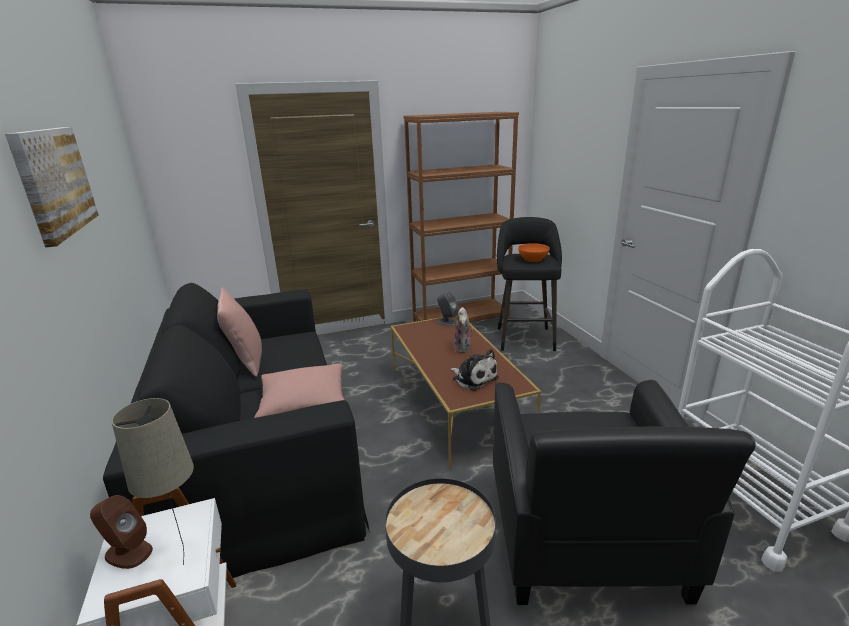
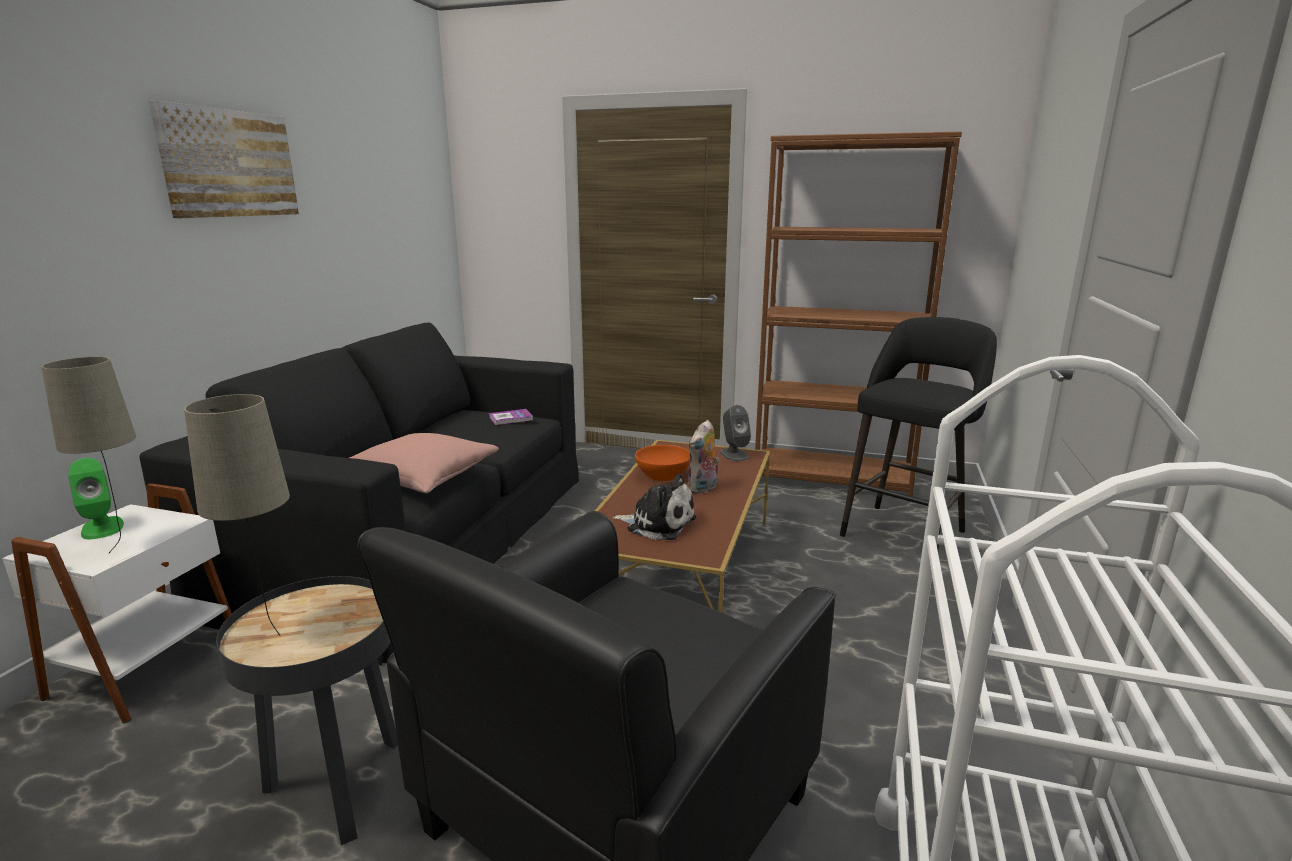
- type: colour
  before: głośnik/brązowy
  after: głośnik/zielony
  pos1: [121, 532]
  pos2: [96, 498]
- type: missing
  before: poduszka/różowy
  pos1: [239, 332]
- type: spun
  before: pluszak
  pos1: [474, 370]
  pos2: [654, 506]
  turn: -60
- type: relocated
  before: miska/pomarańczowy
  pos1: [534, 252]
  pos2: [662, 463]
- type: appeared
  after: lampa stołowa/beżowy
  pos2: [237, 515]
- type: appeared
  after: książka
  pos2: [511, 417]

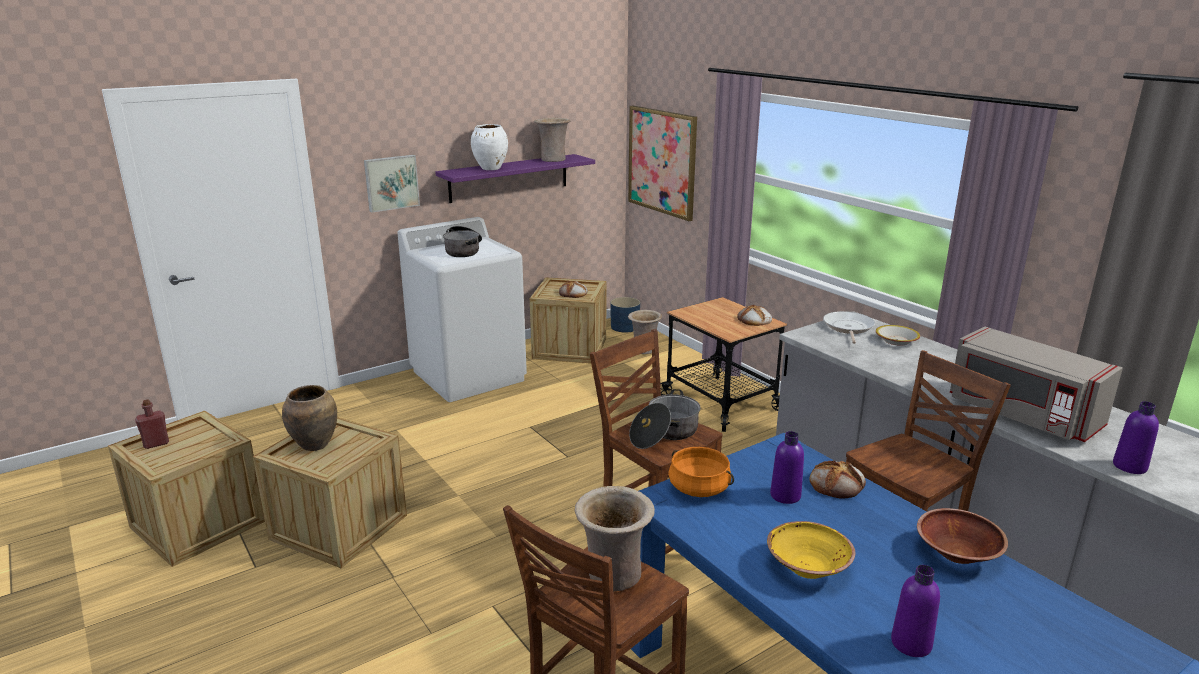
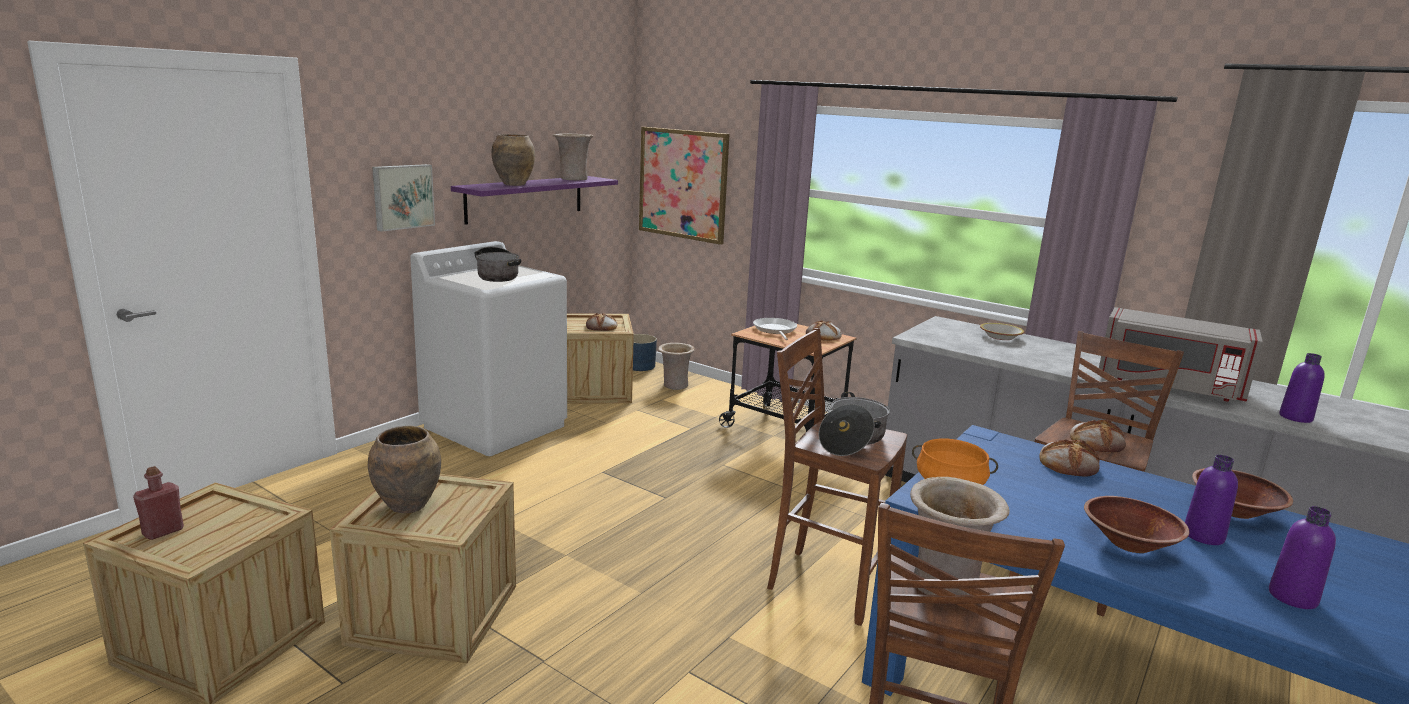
- type: colour
  before: wazon/biały
  after: wazon/brązowy
  pos1: [489, 147]
  pos2: [513, 160]
- type: colour
  before: miska/żółty
  after: miska/brązowy
  pos1: [811, 550]
  pos2: [1136, 524]
- type: relocated
  before: butelka/fioletowy
  pos1: [787, 467]
  pos2: [1211, 500]
- type: relocated
  before: patelnia
  pos1: [849, 327]
  pos2: [775, 329]
- type: appeared
  after: chleb
  pos2: [1098, 436]

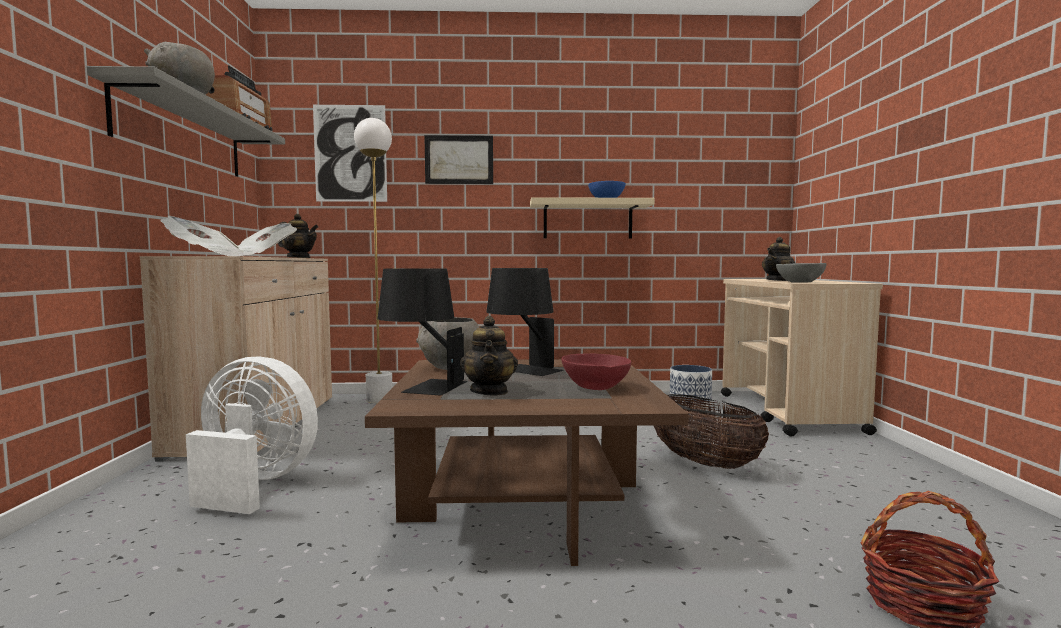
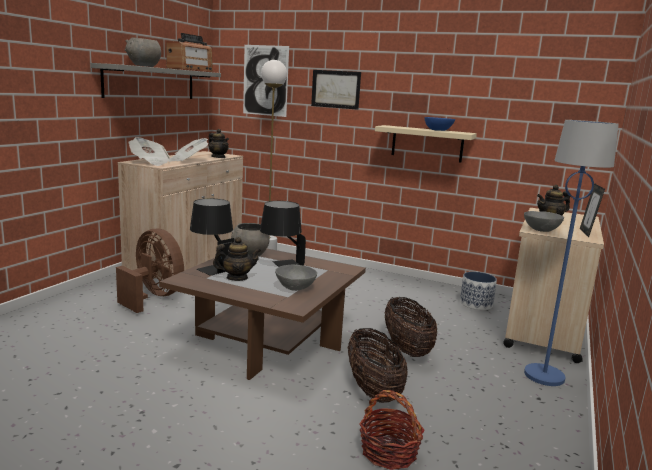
- type: colour
  before: wentylator/biały
  after: wentylator/brązowy
  pos1: [252, 435]
  pos2: [150, 271]
- type: spun
  before: imbryk
  pos1: [489, 355]
  pos2: [237, 259]
  turn: -120
- type: colour
  before: miska/czerwony
  after: miska/szary
  pos1: [596, 371]
  pos2: [296, 278]
- type: appeared
  after: koszyk
  pos2: [378, 365]
- type: appeared
  after: lampa stojąca/niebieski
  pos2: [571, 253]
- type: appeared
  after: ramka na zdjęcie
  pos2: [592, 210]

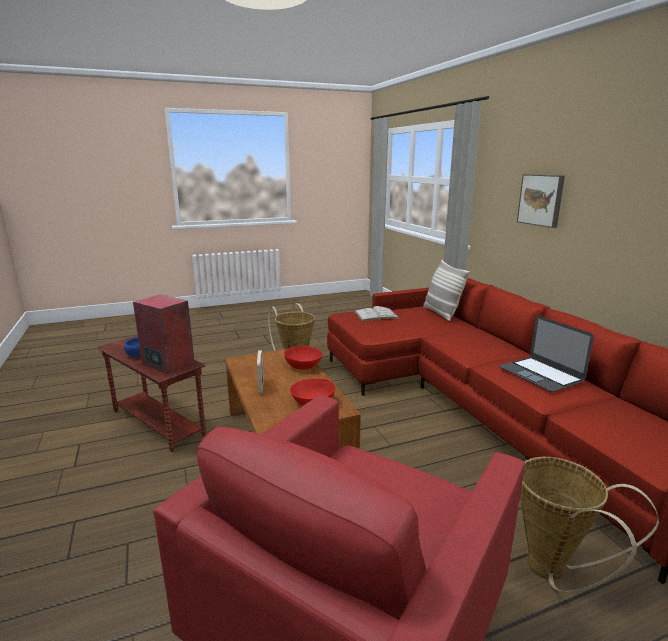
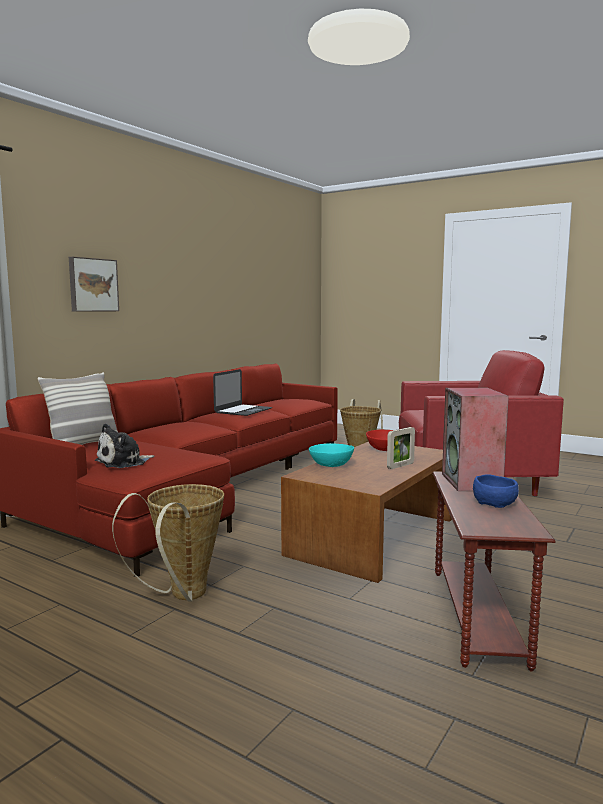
- type: colour
  before: miska/czerwony
  after: miska/turkusowy
  pos1: [303, 358]
  pos2: [331, 455]
- type: exchanged
  before: książka/biały
  after: pluszak
  pos1: [377, 313]
  pos2: [125, 445]

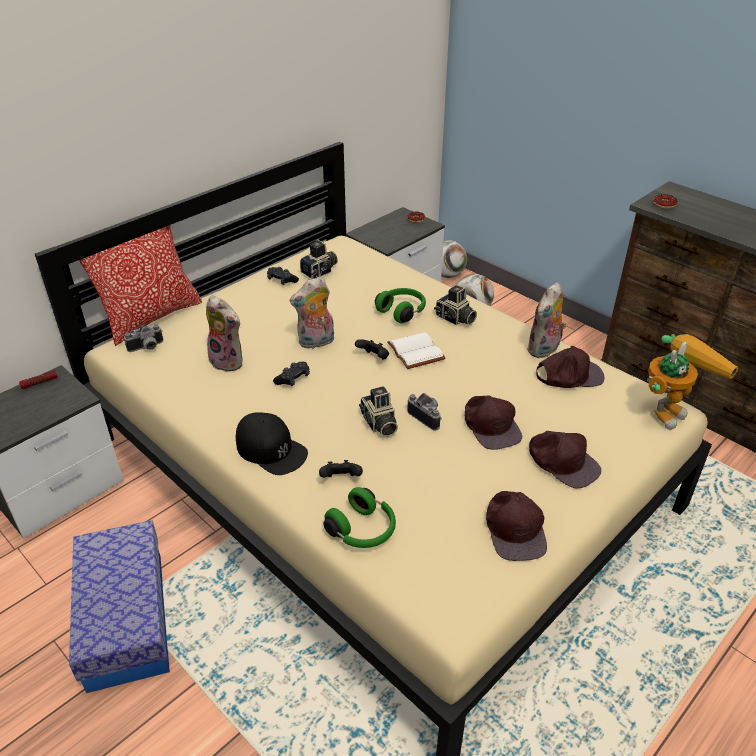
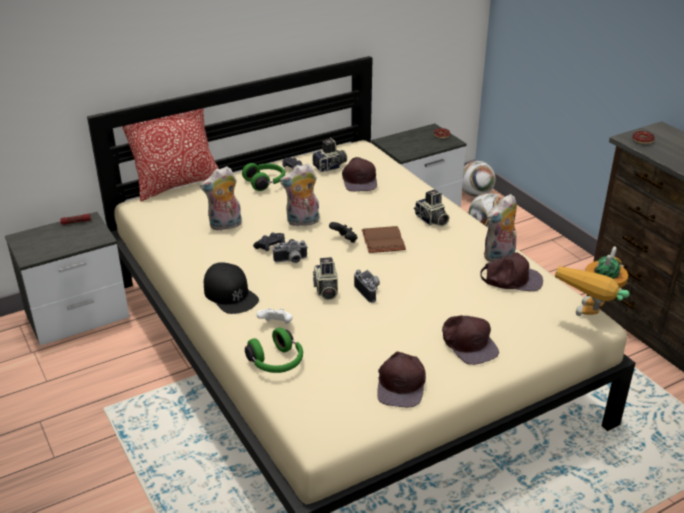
- type: missing
  before: pojemnik do przechowywania
  pos1: [119, 606]
- type: relocated
  before: aparat fotograficzny
  pos1: [143, 338]
  pos2: [290, 251]
- type: spun
  before: pluszak
  pos1: [224, 333]
  pos2: [221, 198]
  turn: 105
- type: colour
  before: pad do gier/czarny
  after: pad do gier/biały
  pos1: [341, 469]
  pos2: [275, 316]
- type: relocated
  before: słuchawki/zielony
  pos1: [400, 305]
  pos2: [263, 177]
- type: colour
  before: książka/biały
  after: książka/brązowy
  pos1: [416, 350]
  pos2: [384, 239]
- type: relocated
  before: czapka z daszkiem/brązowy
  pos1: [493, 422]
  pos2: [359, 174]
- type: spun
  before: robot zabawkowy
  pos1: [692, 382]
  pos2: [592, 281]
  turn: 150

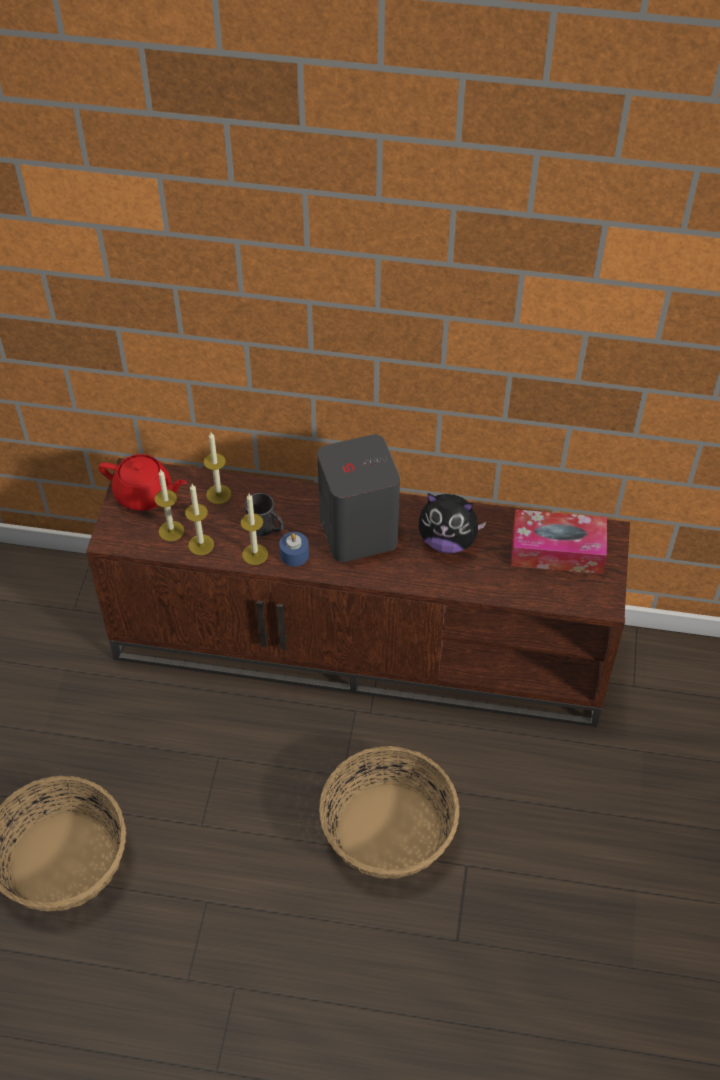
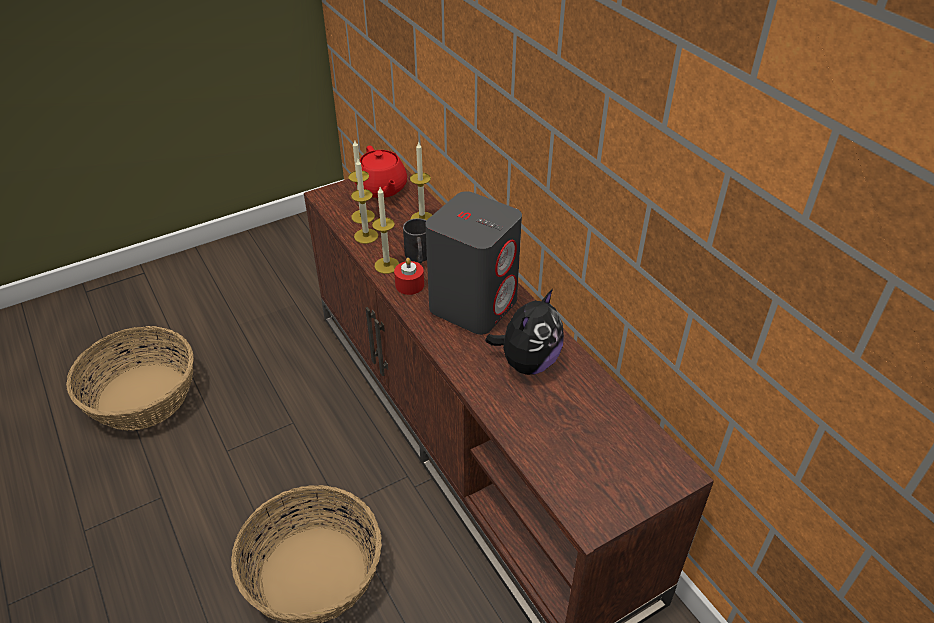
- type: colour
  before: świeca/niebieski
  after: świeca/czerwony
  pos1: [294, 549]
  pos2: [409, 276]
- type: spun
  before: pluszak
  pos1: [453, 523]
  pos2: [524, 332]
  turn: -120
- type: missing
  before: pudełko chusteczek
  pos1: [559, 541]

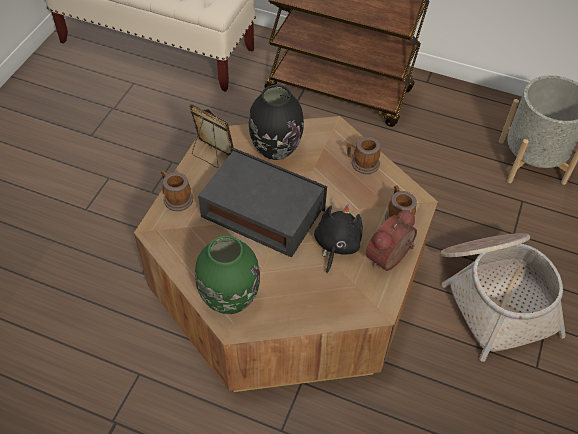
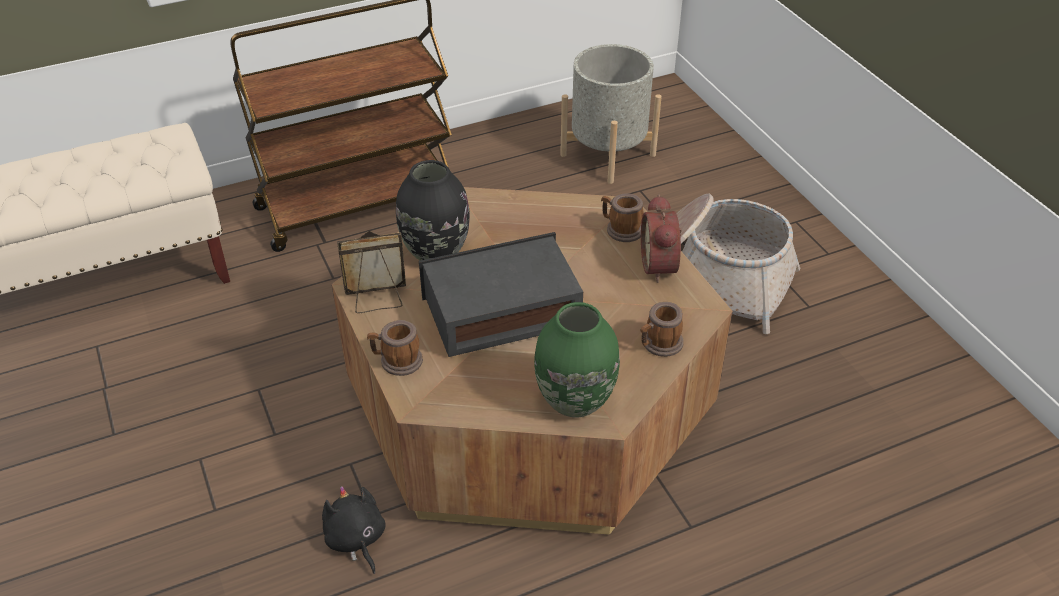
- type: relocated
  before: pluszak/czarny
  pos1: [338, 238]
  pos2: [354, 530]
- type: relocated
  before: kubek
  pos1: [363, 155]
  pos2: [662, 329]

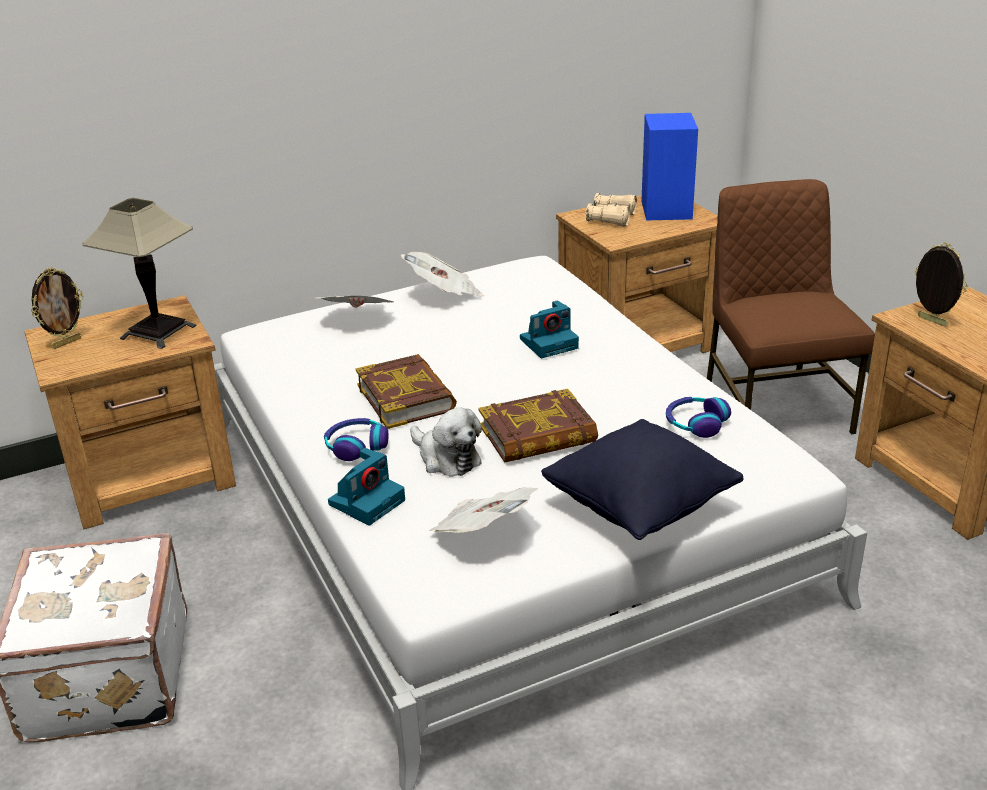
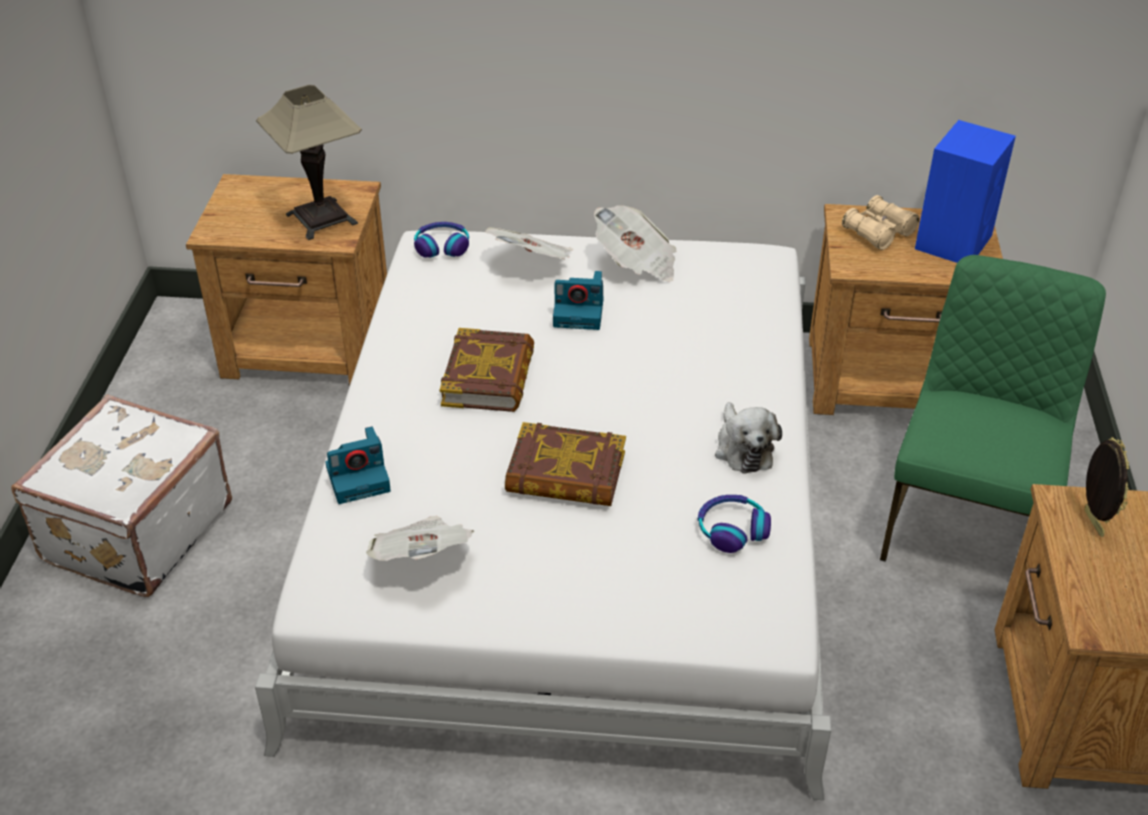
- type: missing
  before: ramka na zdjęcie
  pos1: [57, 308]
- type: relocated
  before: słuchawki
  pos1: [356, 439]
  pos2: [441, 240]
- type: relocated
  before: pluszak
  pos1: [446, 442]
  pos2: [748, 438]
- type: relocated
  before: aparat fotograficzny
  pos1: [549, 329]
  pos2: [578, 300]
- type: missing
  before: poduszka/czarny
  pos1: [642, 479]
- type: colour
  before: krzesło/brązowy
  after: krzesło/zielony
  pos1: [791, 306]
  pos2: [993, 408]

